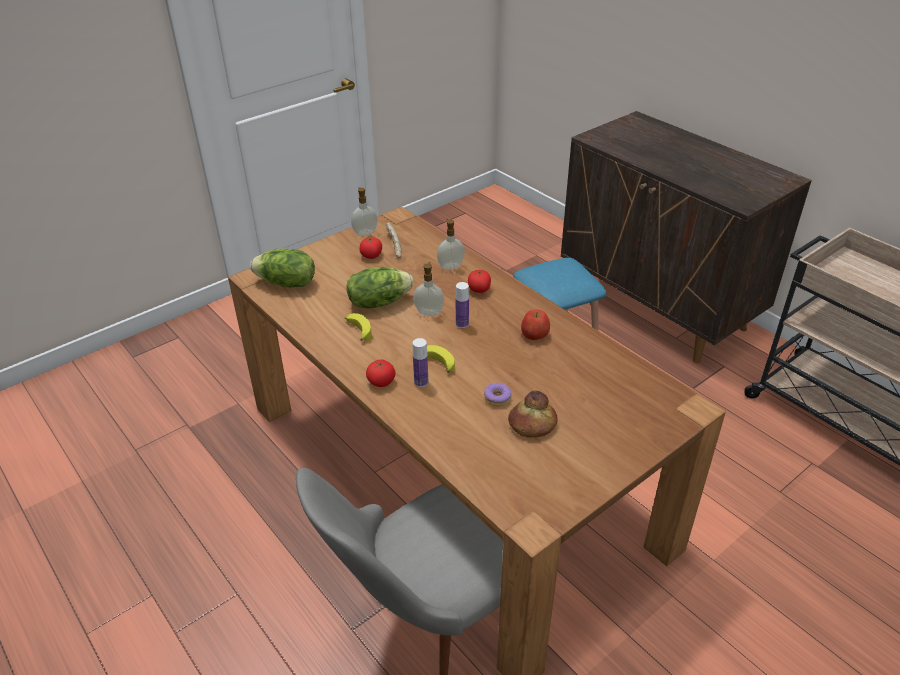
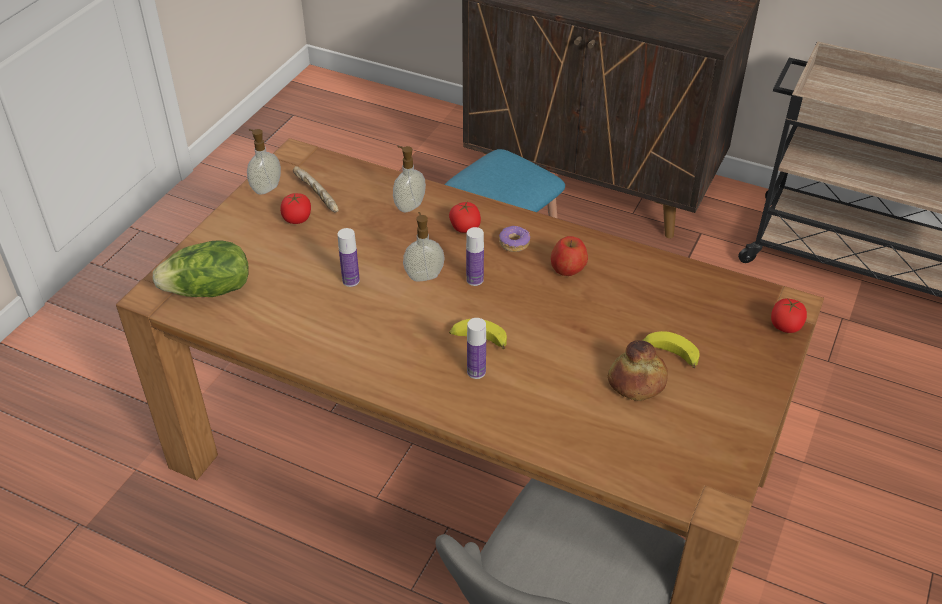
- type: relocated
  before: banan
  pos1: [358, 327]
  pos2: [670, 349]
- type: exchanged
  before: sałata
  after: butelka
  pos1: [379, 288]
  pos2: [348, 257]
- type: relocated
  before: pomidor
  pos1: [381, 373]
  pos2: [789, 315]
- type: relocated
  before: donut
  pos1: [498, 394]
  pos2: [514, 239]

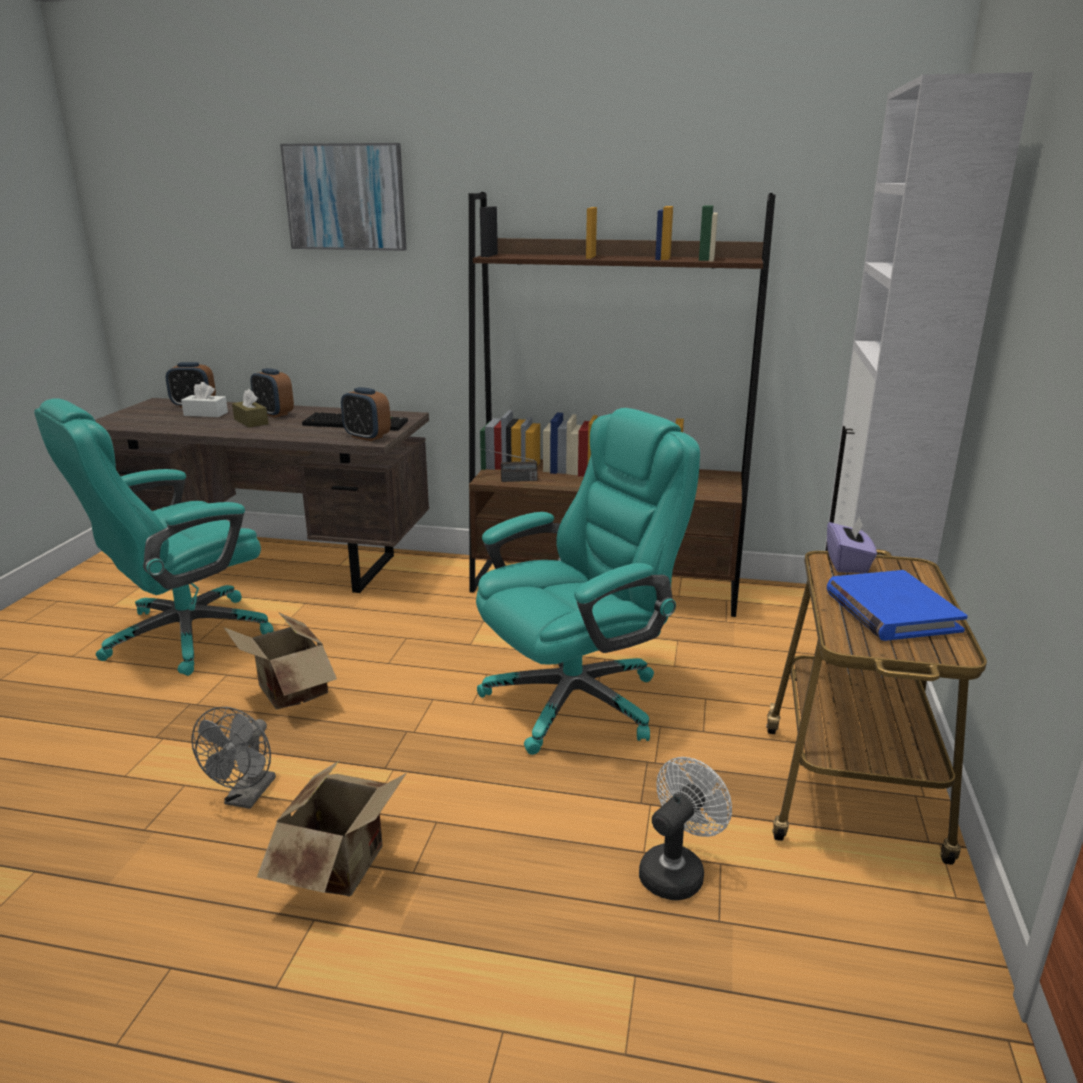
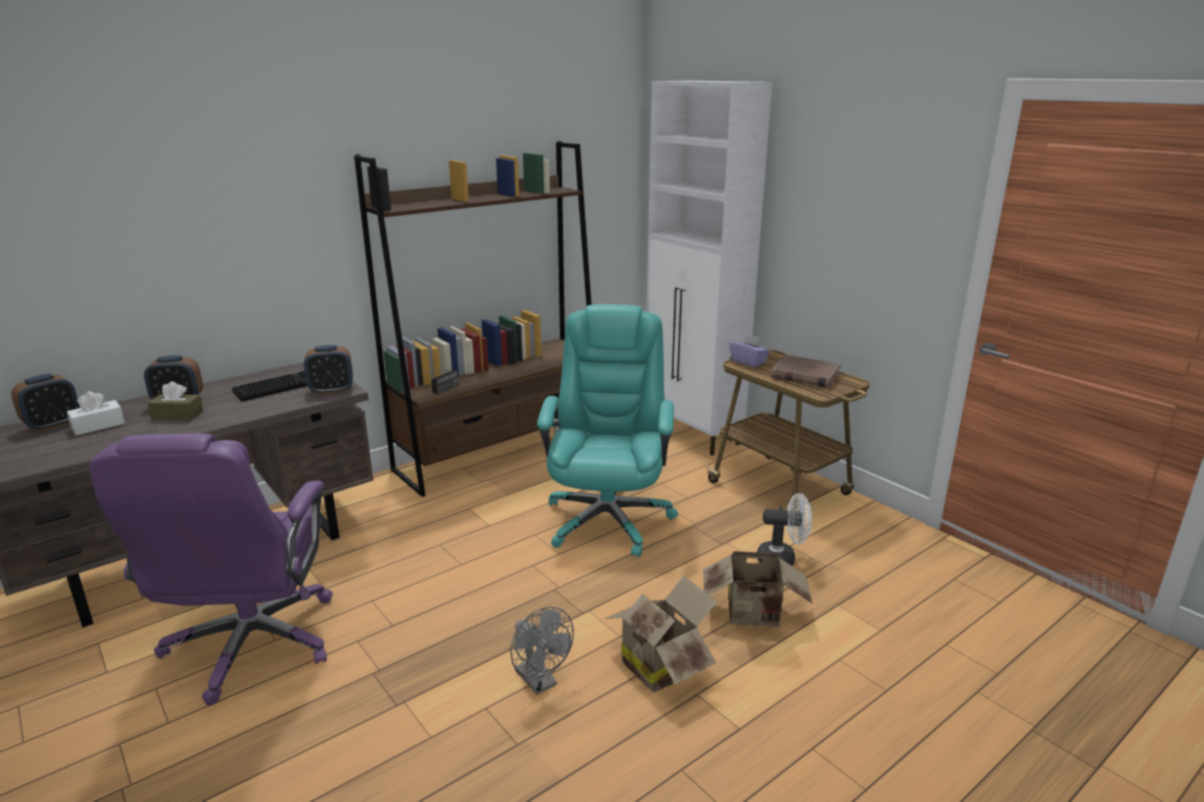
- type: colour
  before: krzesło biurowe/turkusowy
  after: krzesło biurowe/fioletowy
  pos1: [154, 537]
  pos2: [211, 569]
- type: relocated
  before: karton
  pos1: [280, 660]
  pos2: [757, 589]
- type: missing
  before: obraz
  pos1: [343, 197]
- type: spun
  before: wentylator/biały
  pos1: [685, 829]
  pos2: [784, 529]
  turn: 105
- type: colour
  before: książka/niebieski
  after: książka/brązowy
  pos1: [897, 605]
  pos2: [806, 371]

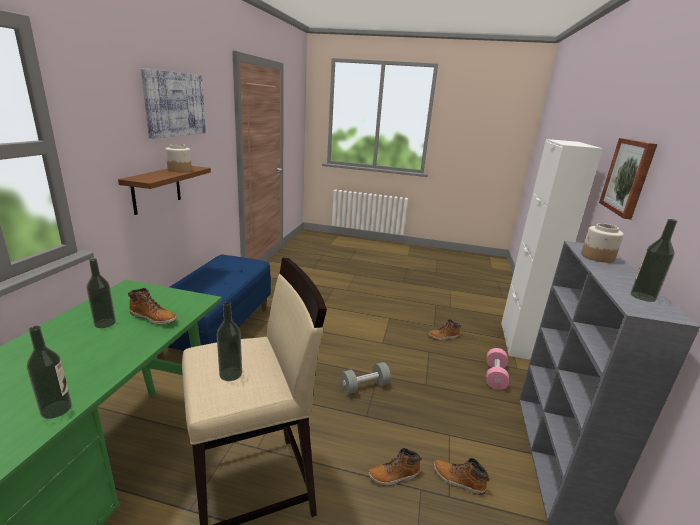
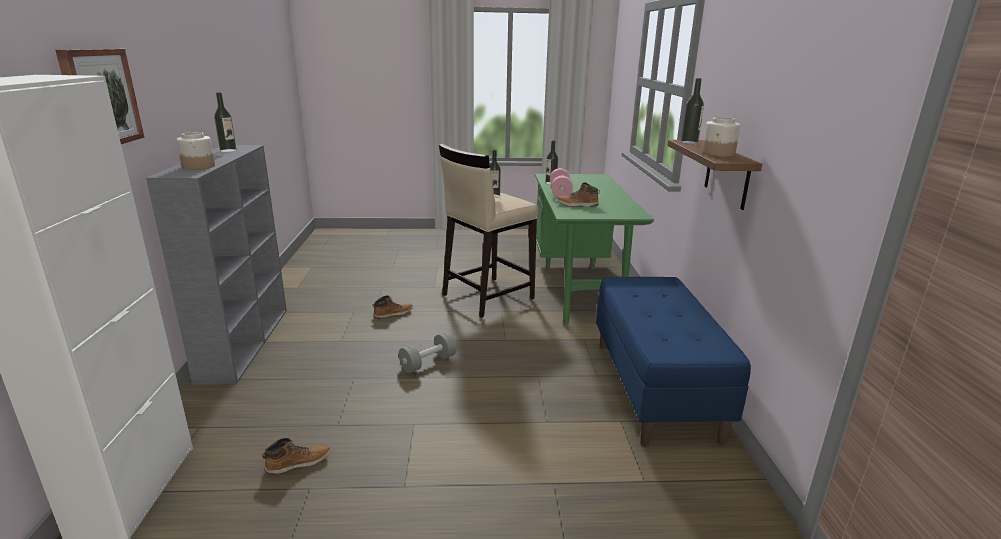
- type: relocated
  before: butelka
  pos1: [101, 293]
  pos2: [692, 111]
- type: missing
  before: obraz
  pos1: [173, 103]
- type: missing
  before: but z cholewką
  pos1: [461, 476]
- type: relocated
  before: hantel/różowy
  pos1: [497, 369]
  pos2: [561, 182]

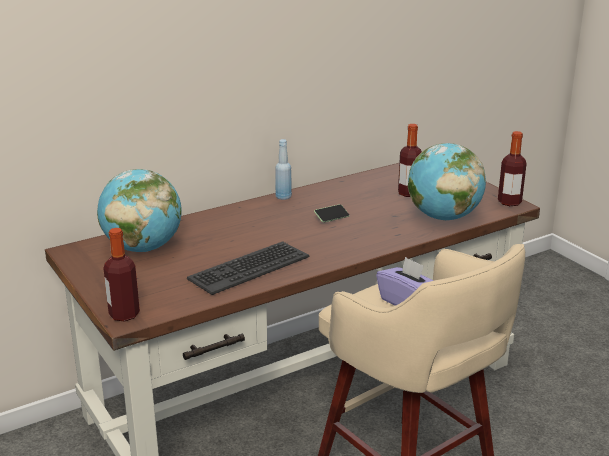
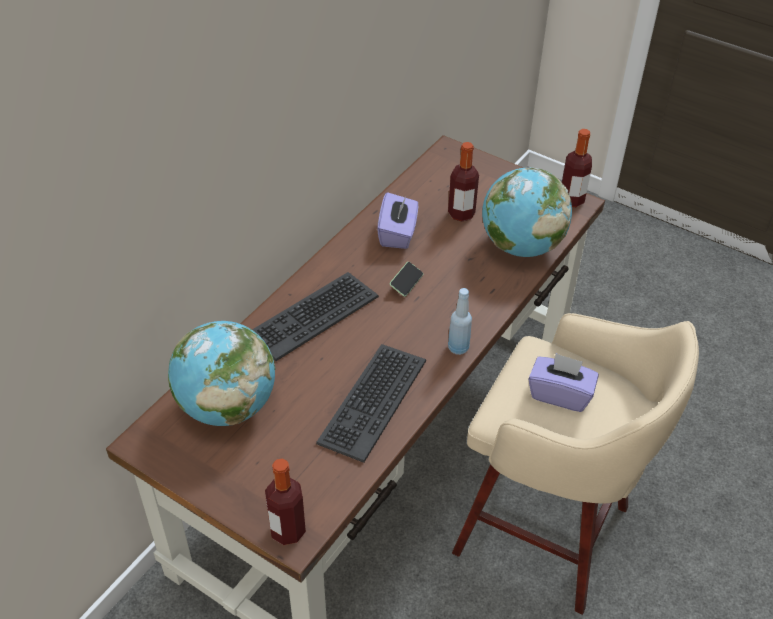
- type: relocated
  before: butelka/niebieski
  pos1: [283, 169]
  pos2: [460, 321]
- type: appeared
  after: klawiatura
  pos2: [315, 316]
- type: appeared
  after: pudełko chusteczek/fioletowy
  pos2: [397, 220]

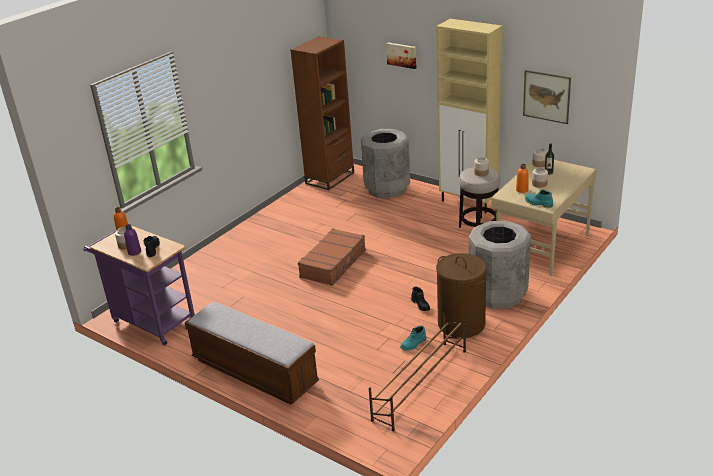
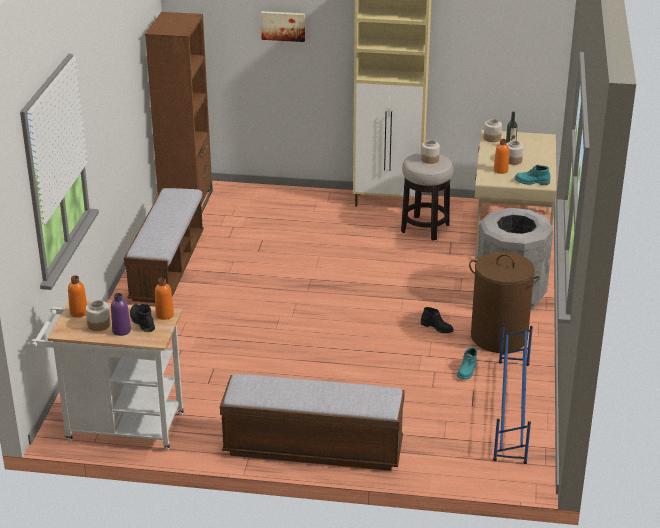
- type: colour
  before: wózek/fioletowy
  after: wózek/biały
  pos1: [139, 286]
  pos2: [107, 376]
- type: missing
  before: walizka/brązowy
  pos1: [332, 257]
- type: missing
  before: kosz na śmieci/szary
  pos1: [385, 163]
- type: colour
  before: regał na buty/brązowy
  after: regał na buty/niebieski
  pos1: [417, 372]
  pos2: [513, 394]
- type: missing
  before: obraz
  pos1: [547, 97]
- type: appeared
  after: ławka
  pos2: [164, 245]
- type: appeared
  after: butelka/pomarańczowy
  pos2: [164, 299]

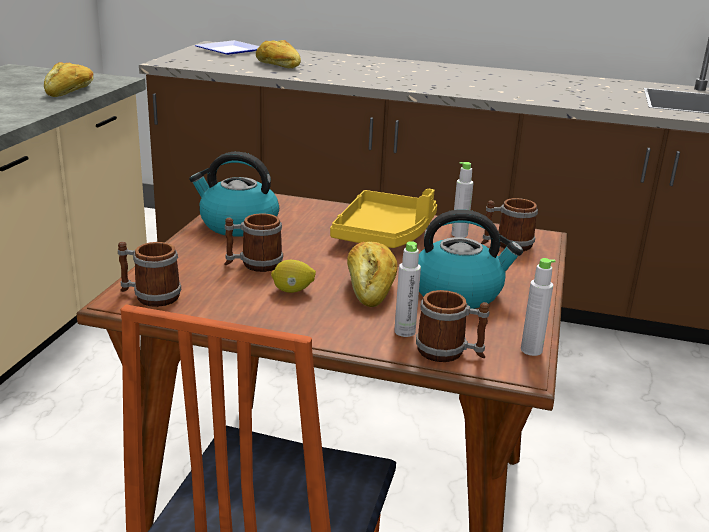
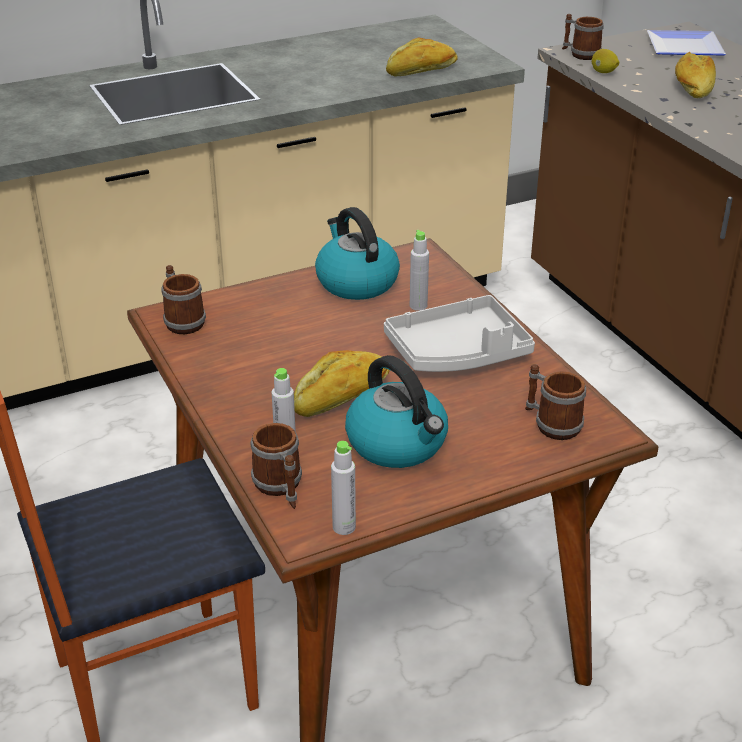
- type: relocated
  before: kubek
  pos1: [253, 242]
  pos2: [583, 37]
- type: relocated
  before: cytryna
  pos1: [293, 276]
  pos2: [605, 61]
- type: colour
  before: taca/żółty
  after: taca/szary
  pos1: [383, 218]
  pos2: [459, 333]
- type: relocated
  before: butelka/szary
  pos1: [462, 200]
  pos2: [419, 270]

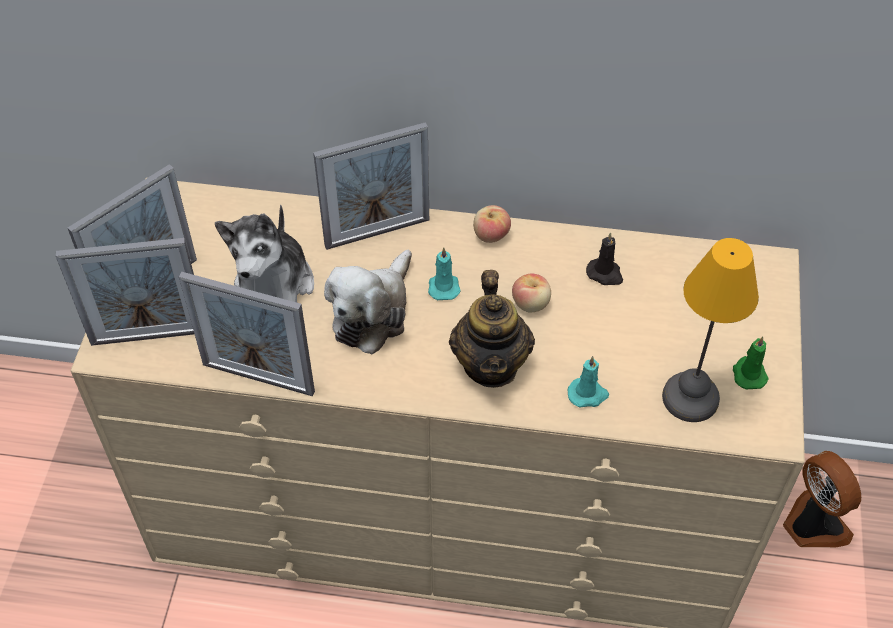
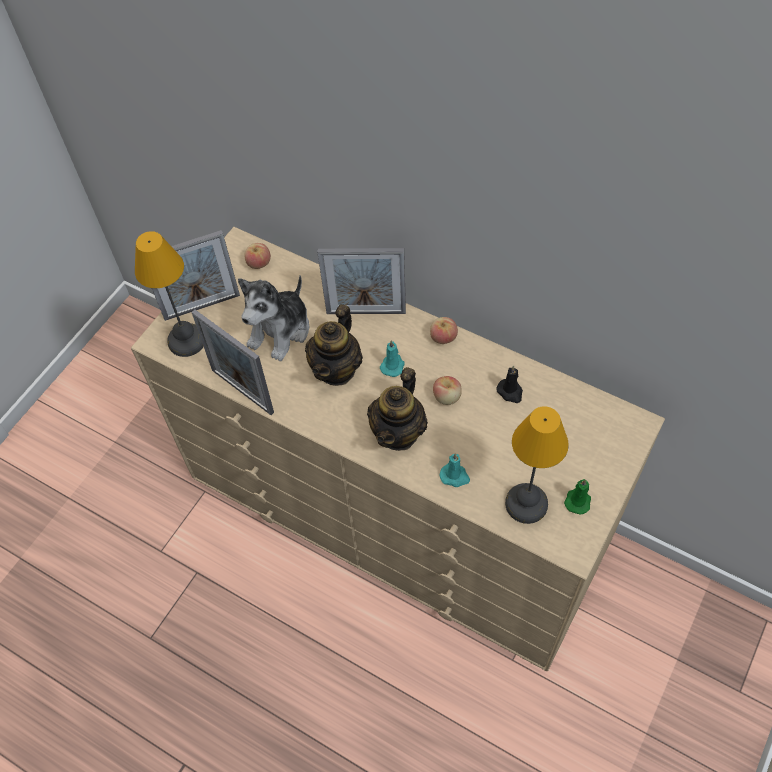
- type: exchanged
  before: ramka na zdjęcie
  after: lampa stołowa
  pos1: [125, 292]
  pos2: [169, 294]
- type: exchanged
  before: pluszak
  after: imbryk
  pos1: [368, 302]
  pos2: [334, 345]
- type: missing
  before: wentylator
  pos1: [822, 499]
- type: appeared
  after: jabłko
  pos2: [257, 256]

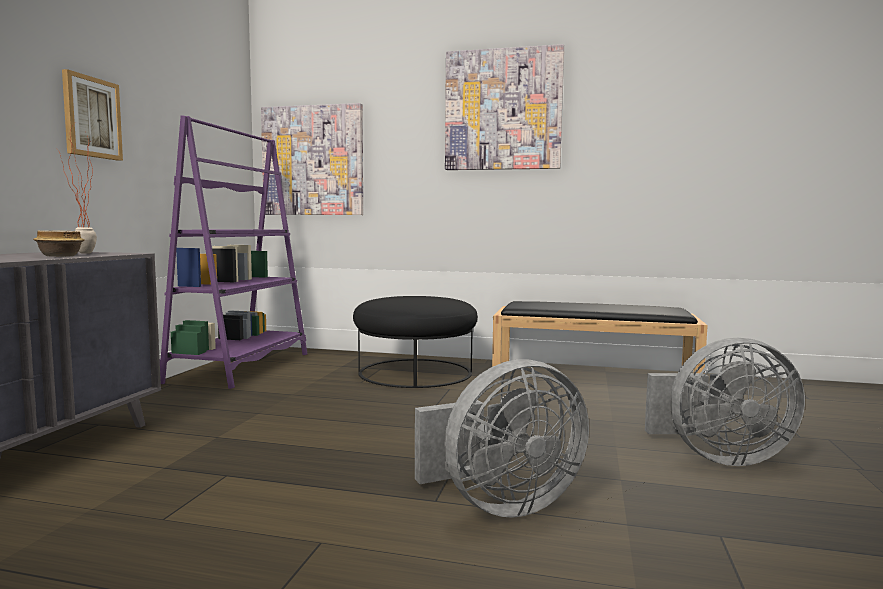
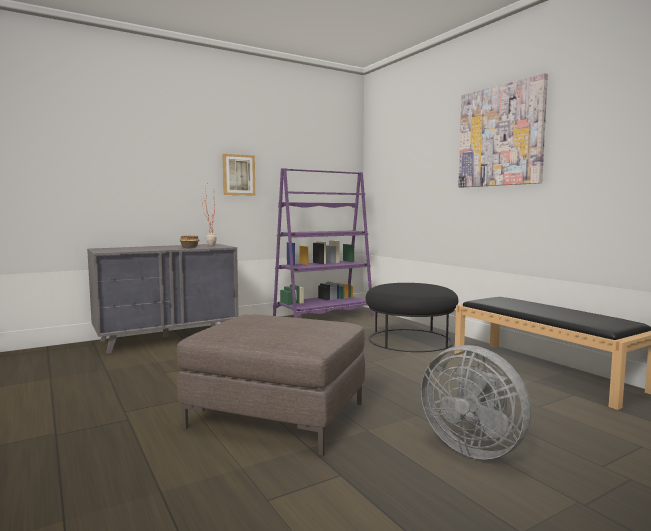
- type: missing
  before: obraz
  pos1: [312, 159]
- type: exchanged
  before: wentylator/szary
  after: pufa/brązowy
  pos1: [502, 438]
  pos2: [271, 385]

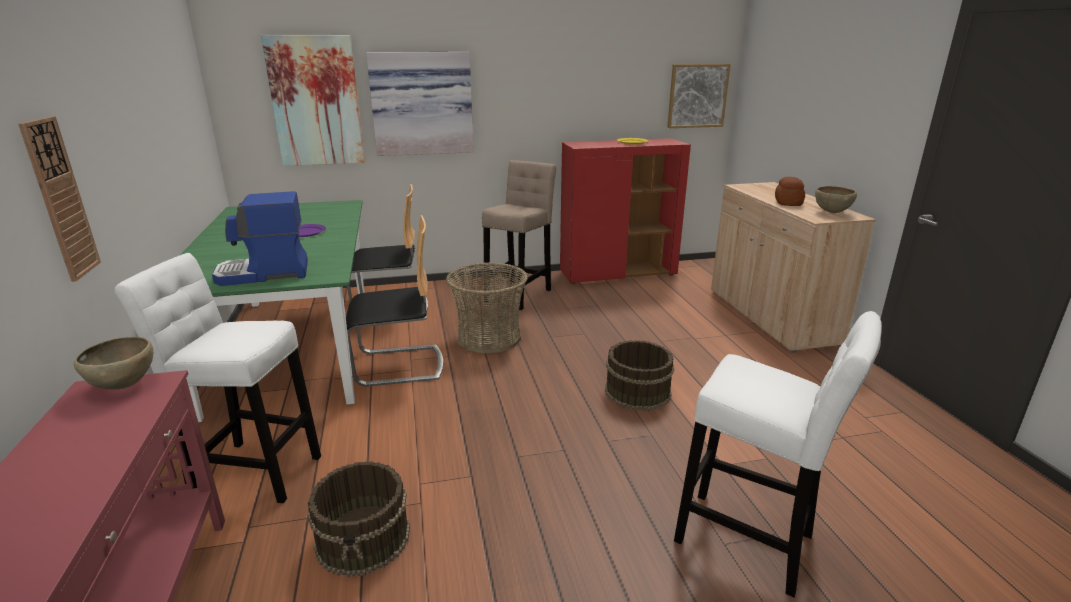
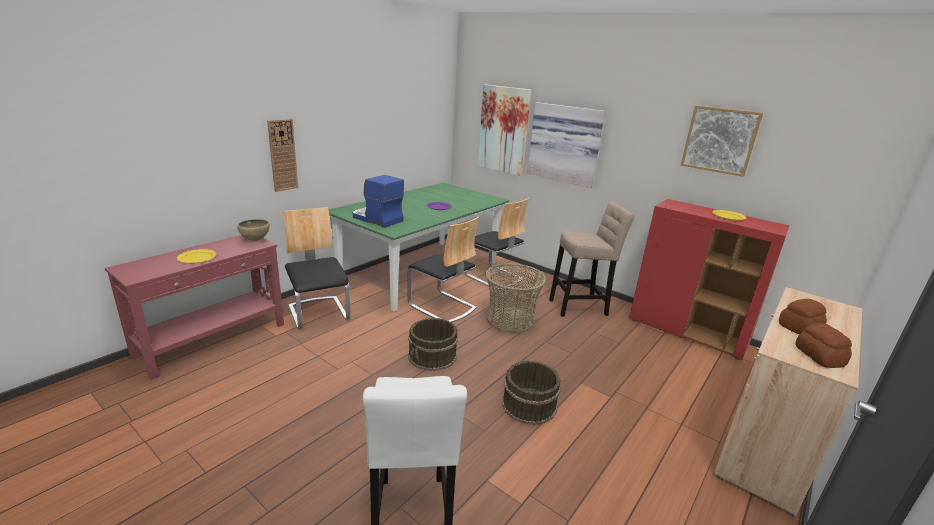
- type: exchanged
  before: stołek/biały
  after: krzesło
  pos1: [218, 378]
  pos2: [317, 268]
- type: relocated
  before: wiadro/brązowy
  pos1: [358, 519]
  pos2: [433, 344]
- type: relocated
  before: obraz
  pos1: [699, 96]
  pos2: [722, 141]
- type: exchanged
  before: miska/brązowy
  after: chleb
  pos1: [836, 199]
  pos2: [823, 345]
- type: appeared
  after: talerz/żółty
  pos2: [196, 256]

